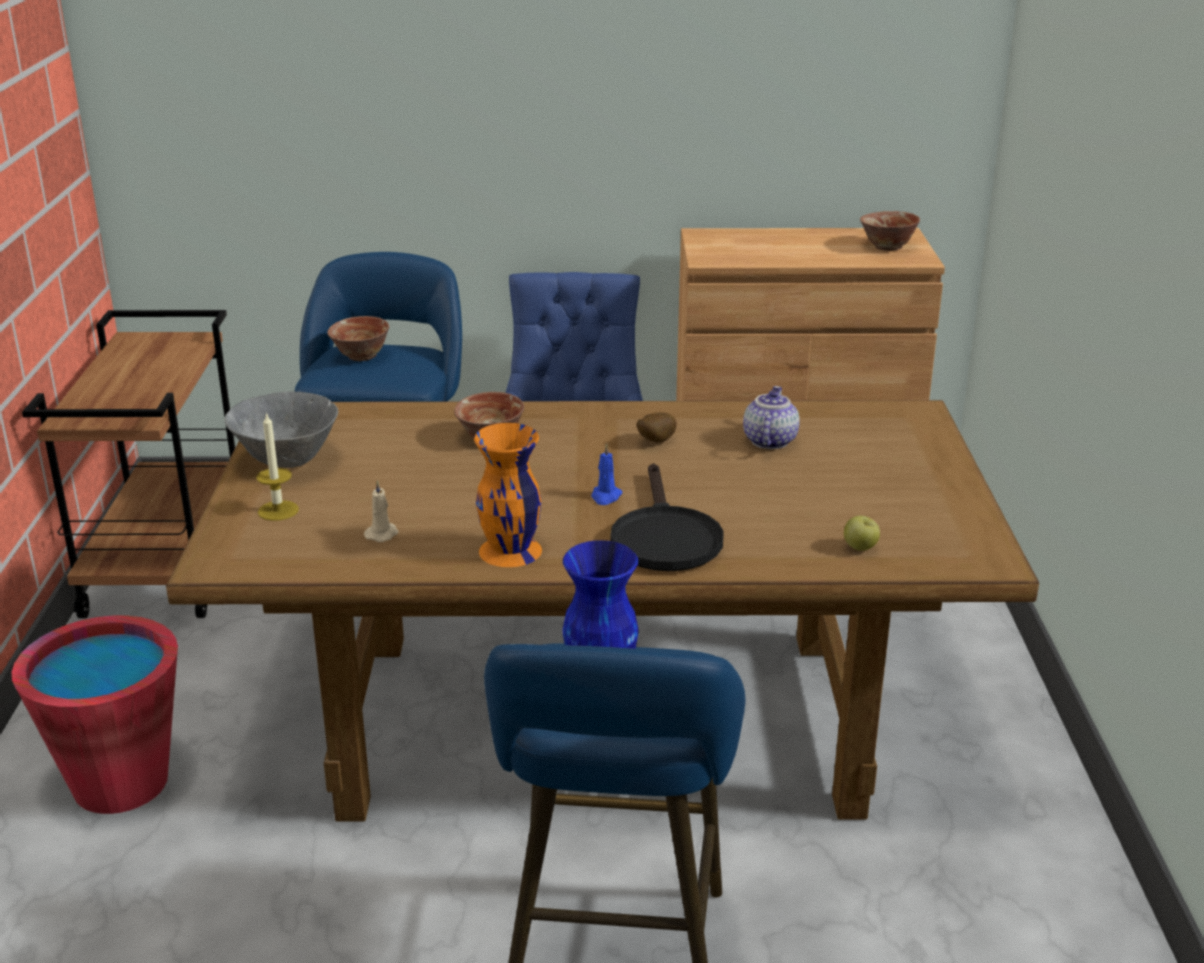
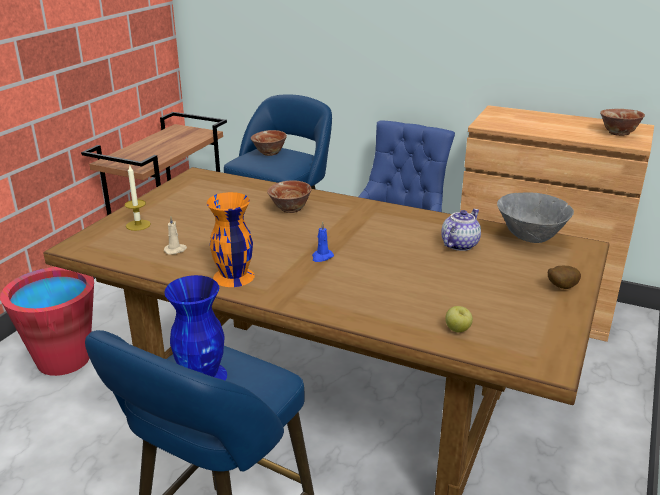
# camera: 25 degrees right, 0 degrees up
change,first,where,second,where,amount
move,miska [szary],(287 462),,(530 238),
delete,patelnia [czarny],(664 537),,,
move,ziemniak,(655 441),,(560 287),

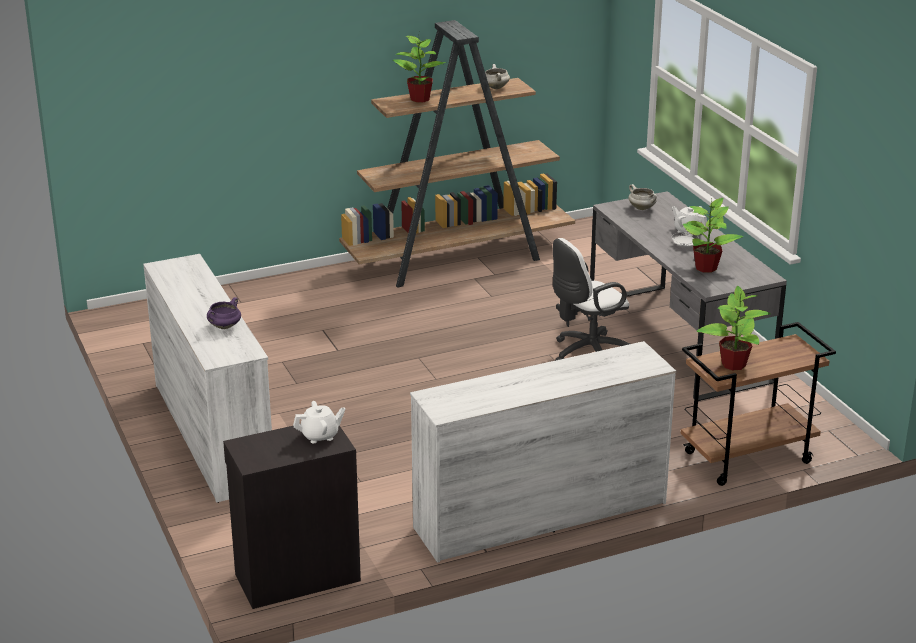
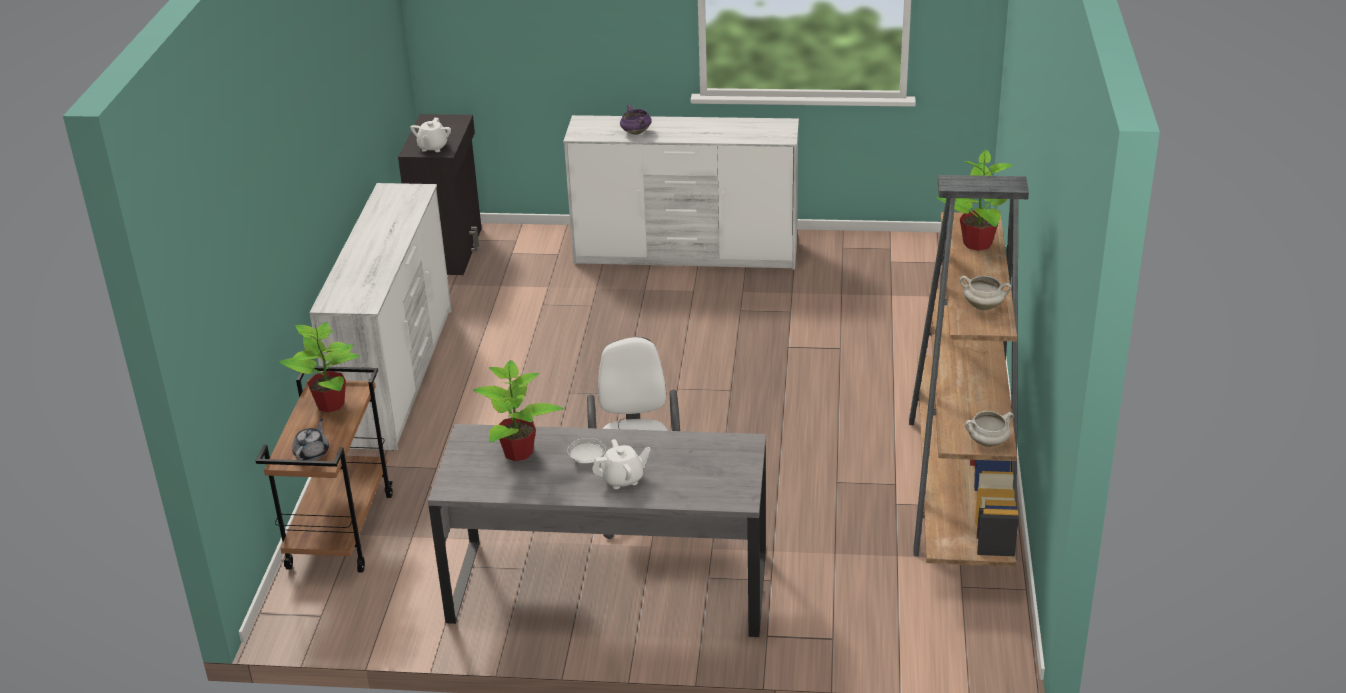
# camera: 120 degrees right, 5 degrees up
change,first,where,second,where,amount
move,garnek [biały],(642 208),,(987 443),
insert,,,imbryk [szary],(312 453),

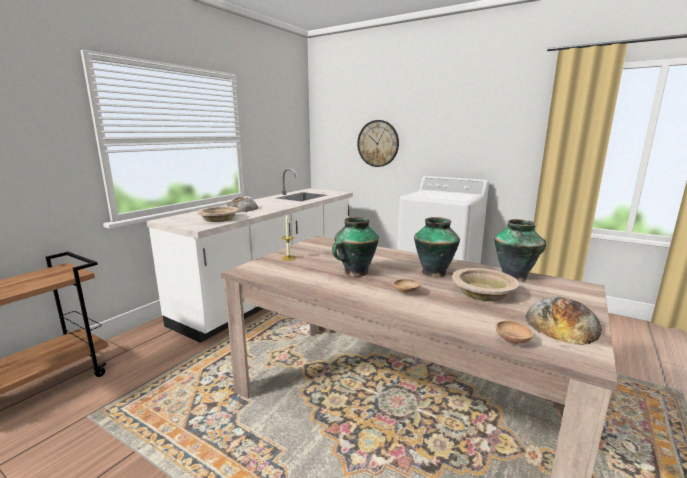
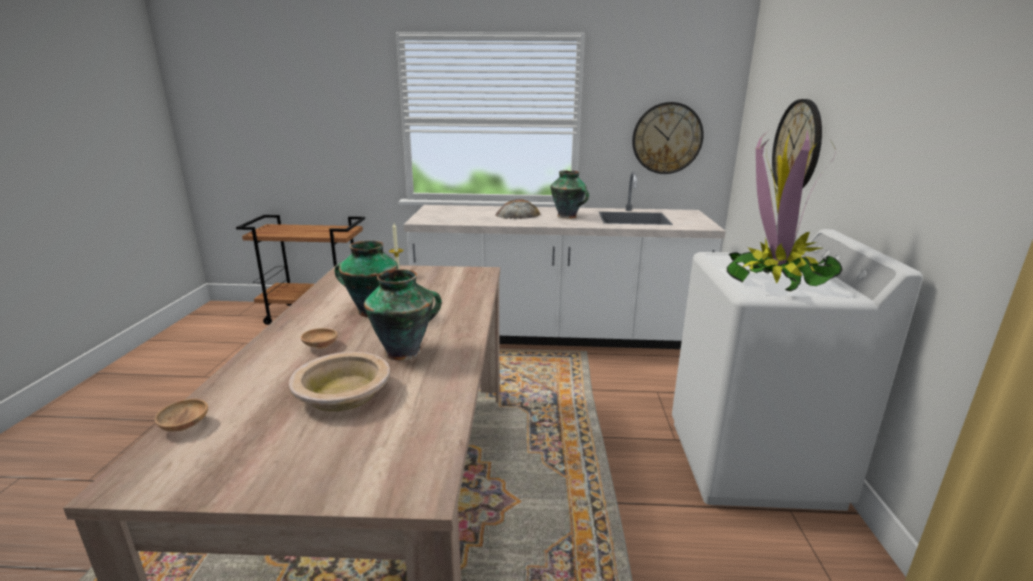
# camera: 60 degrees right, 5 degrees up
change,first,where,second,where,amount
delete,miska [beżowy],(219 219),,,
move,wazon,(515 276),,(568 216),
delete,chleb,(562 323),,,
insert,,,zegar ścienny,(667 138),
insert,,,roślina doniczkowa,(776 278),

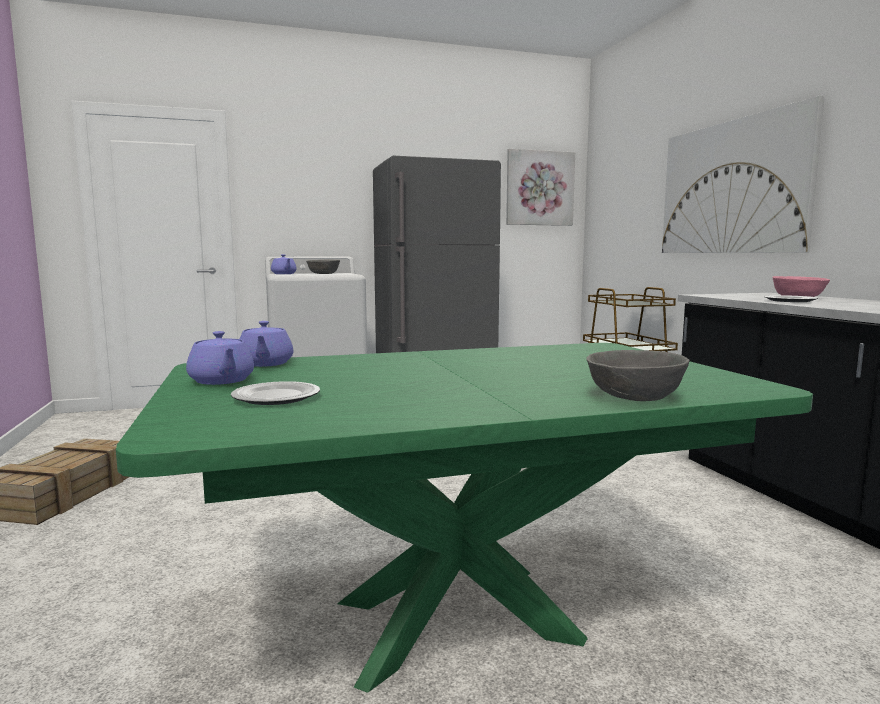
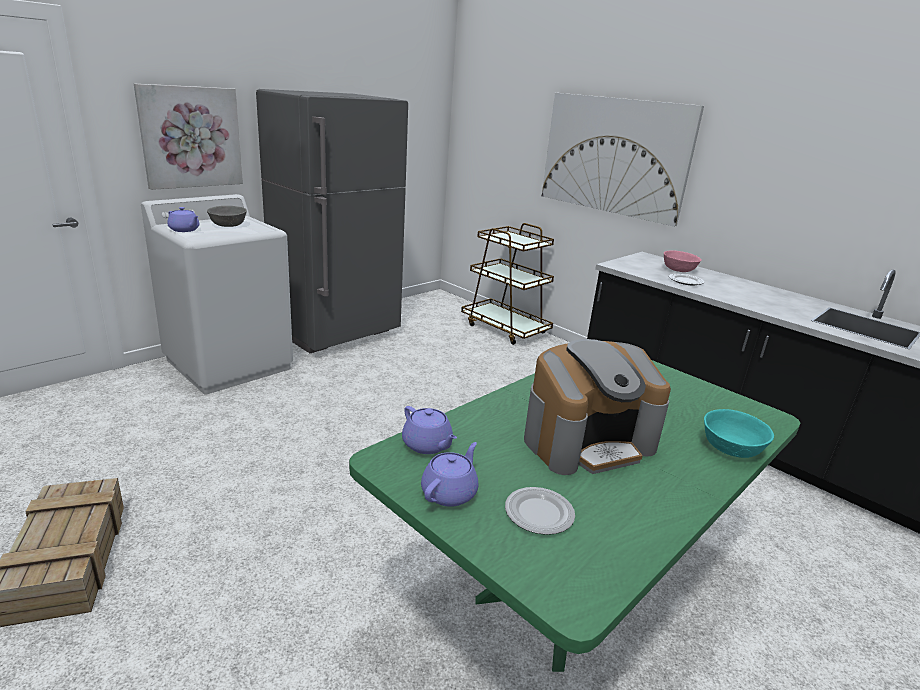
# camera: 30 degrees left, 15 degrees up
change,first,where,second,where,amount
rotate,imbryk [fioletowy],(221 381),,(450 492),90 degrees counterclockwise
move,obraz,(539 188),,(191 137),
recolor,miska [szary],(634 396),miska [turkusowy],(731 448),
insert,,,ekspres do kawy,(587 441),

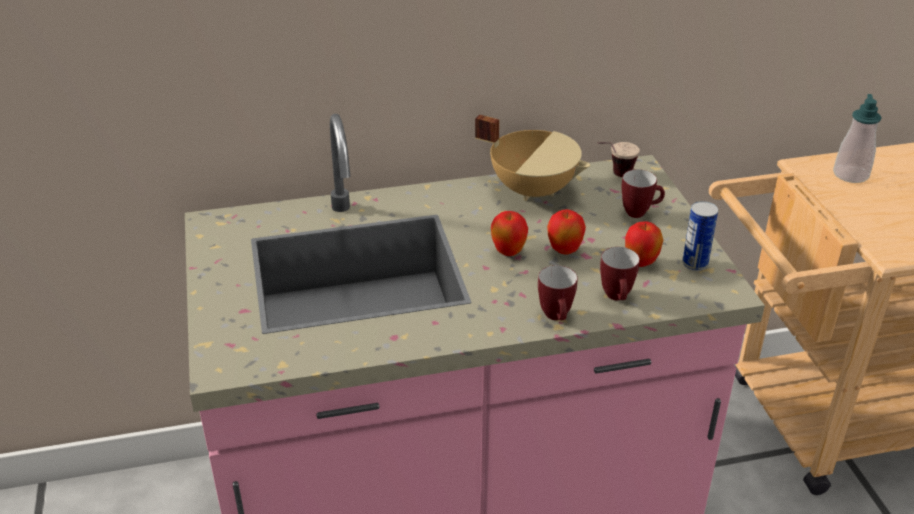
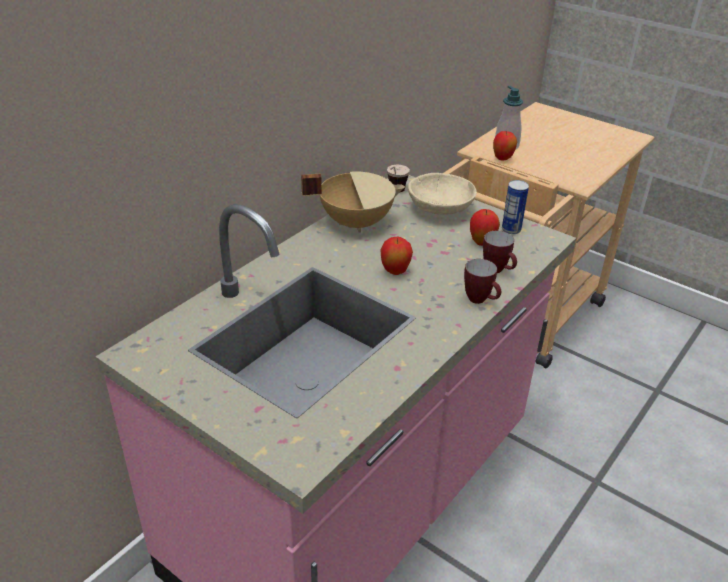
# camera: 40 degrees left, 0 degrees up
change,first,where,second,where,amount
move,jabłko,(564 251),,(502 159),
replace,kubek,(640 212),miska [beżowy],(440 211),

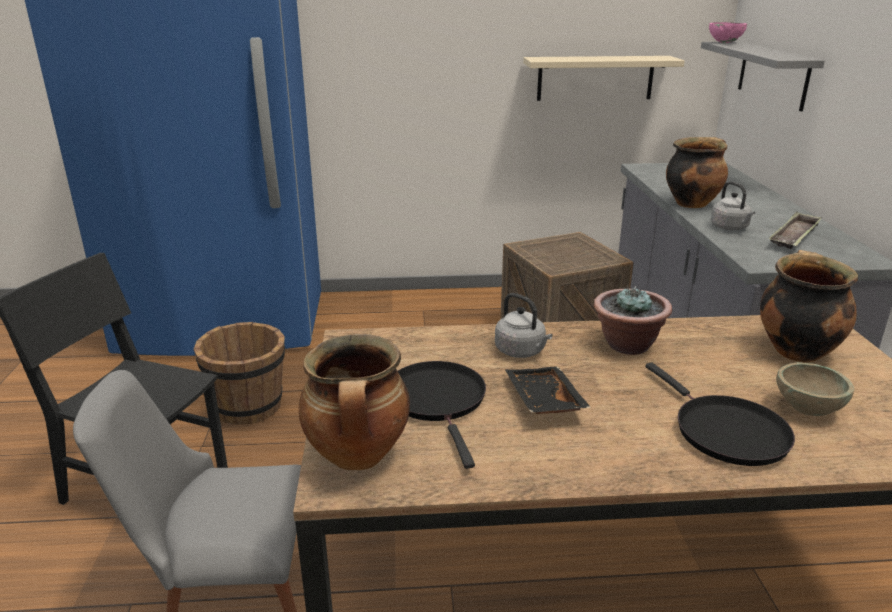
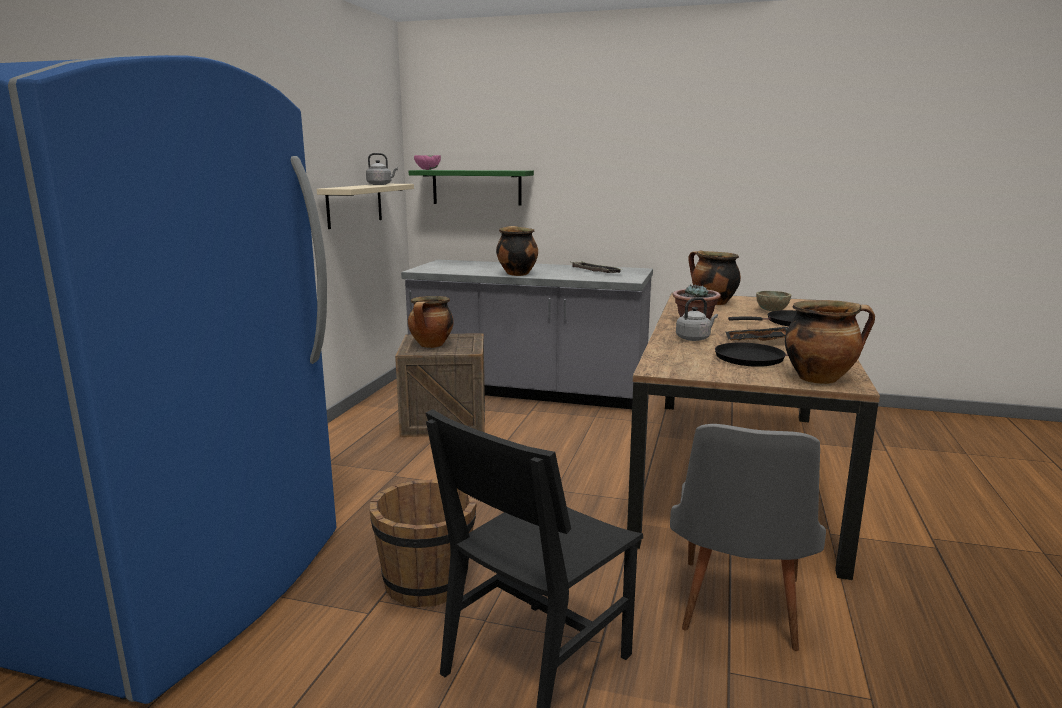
# camera: 70 degrees left, 10 degrees down
change,first,where,second,where,amount
recolor,półka [szary],(773 74),półka [zielony],(476 187),
move,czajnik [szary],(730 228),,(380 184),
insert,,,garnek,(431 346),

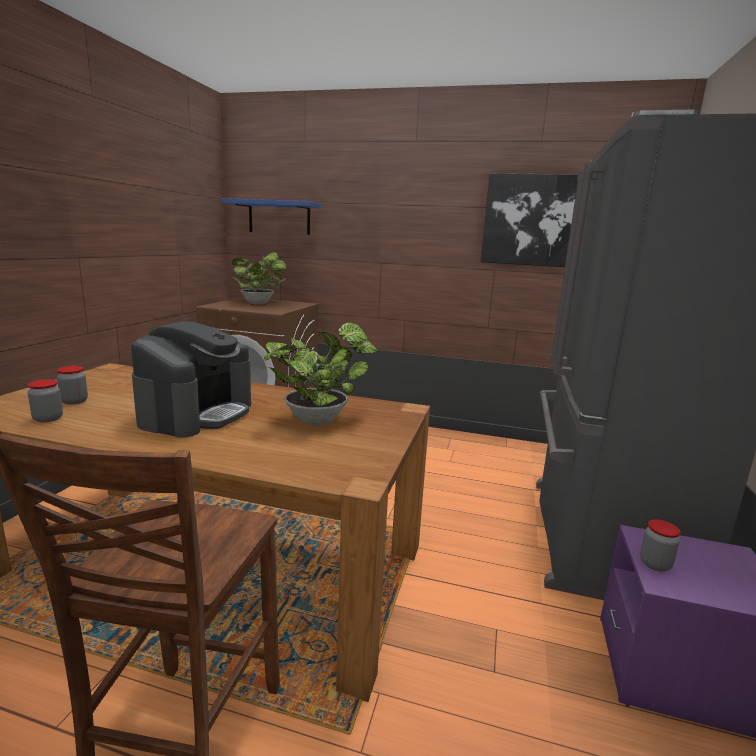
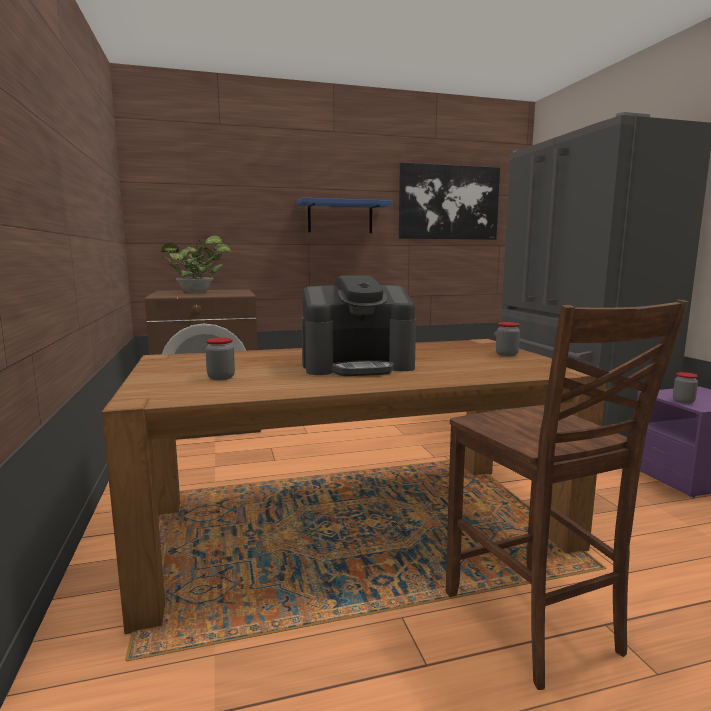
# camera: 30 degrees left, 5 degrees down
change,first,where,second,where,amount
move,słoik,(48 418),,(506 354),
rotate,ekspres do kawy,(197 414),,(358 365),90 degrees clockwise
move,półka [niebieski],(279 218),,(340 217),
delete,roślina doniczkowa,(320 419),,,

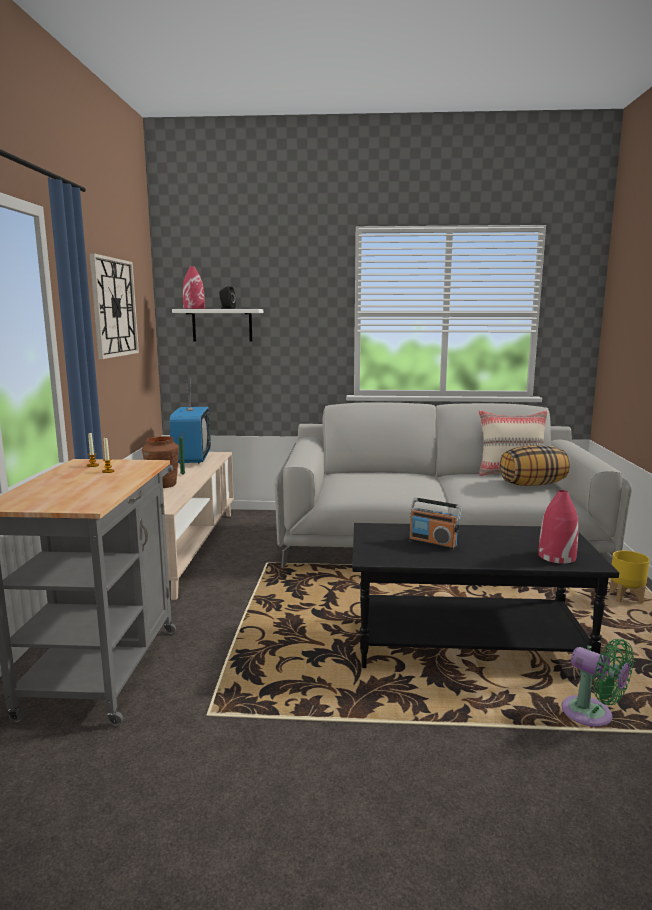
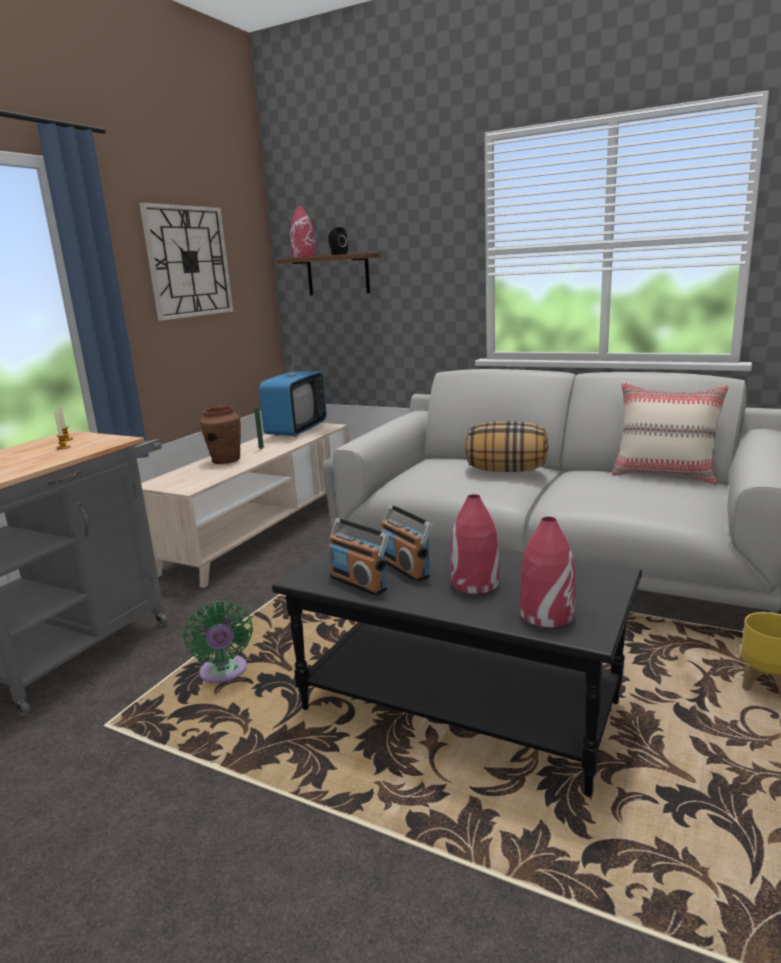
# camera: 25 degrees right, 5 degrees up
change,first,where,second,where,amount
recolor,półka [biały],(222 325),półka [brązowy],(338 275),
move,poduszka,(532 484),,(506 470),
move,wentylator [zielony],(592 715),,(224 674),
insert,,,radio,(359 583),
insert,,,wazon [czerwony],(474 583),

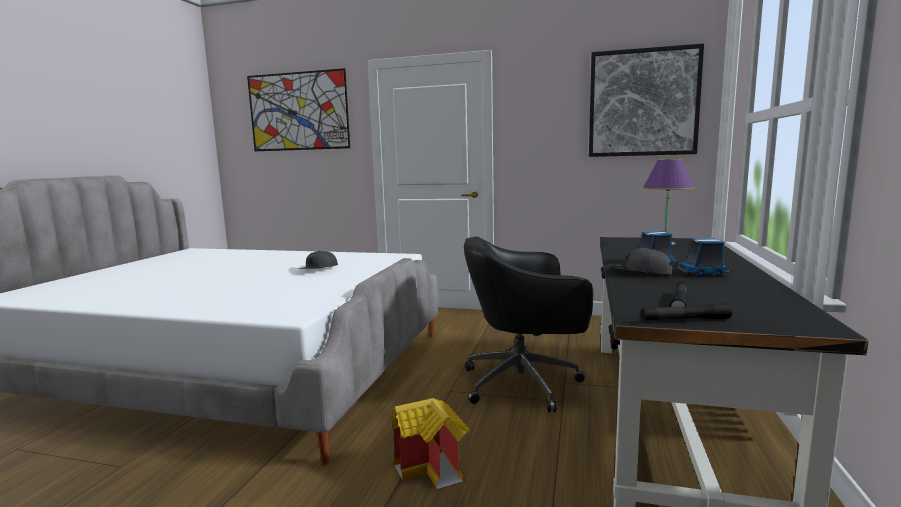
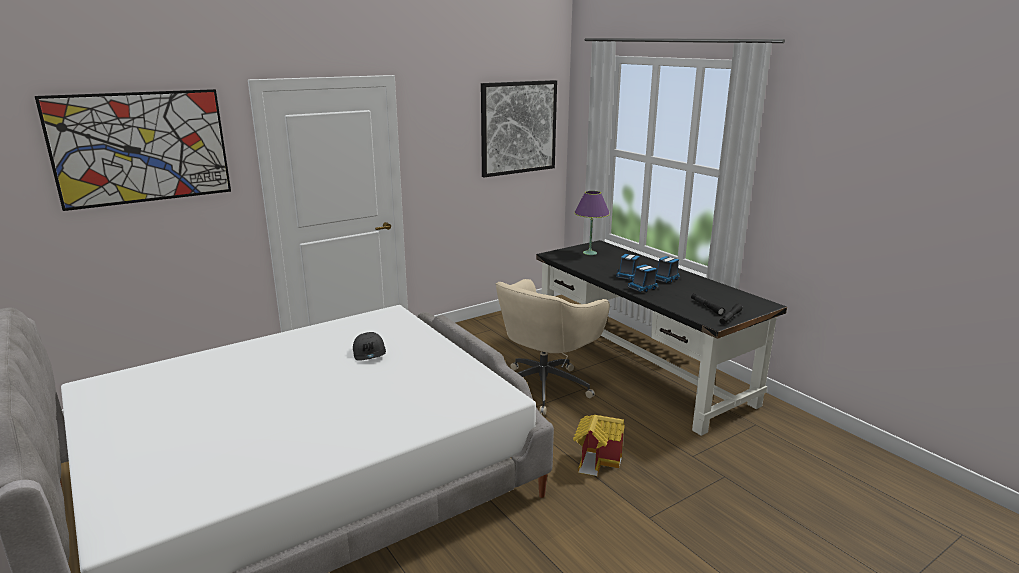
# camera: 50 degrees left, 10 degrees up
change,first,where,second,where,amount
recolor,krzesło biurowe [czarny],(524 383),krzesło biurowe [beżowy],(545 386),
replace,czapka z daszkiem [szary],(639 272),ciężarówka zabawkowa,(643 288),

